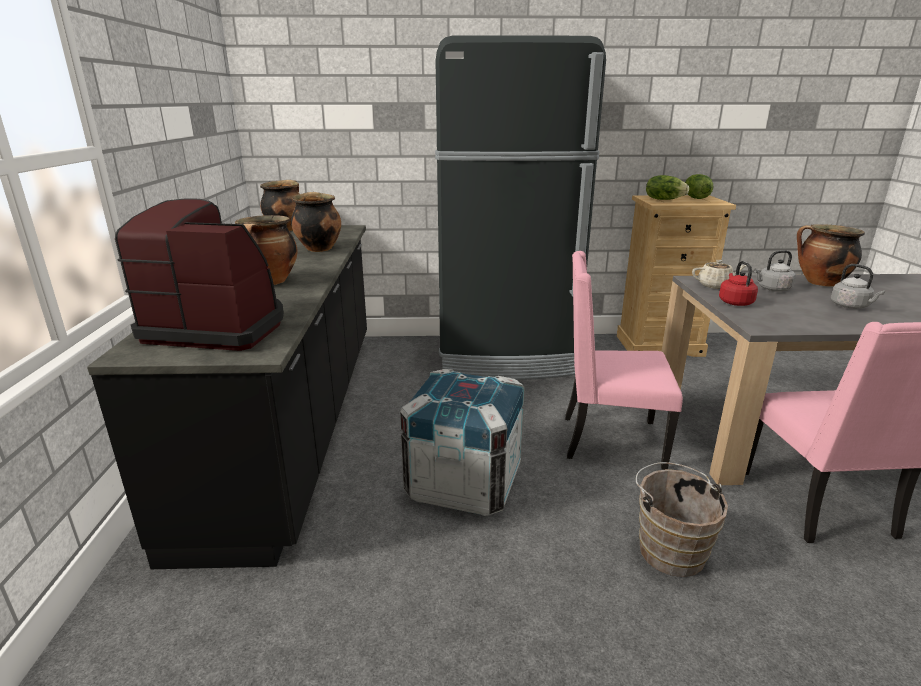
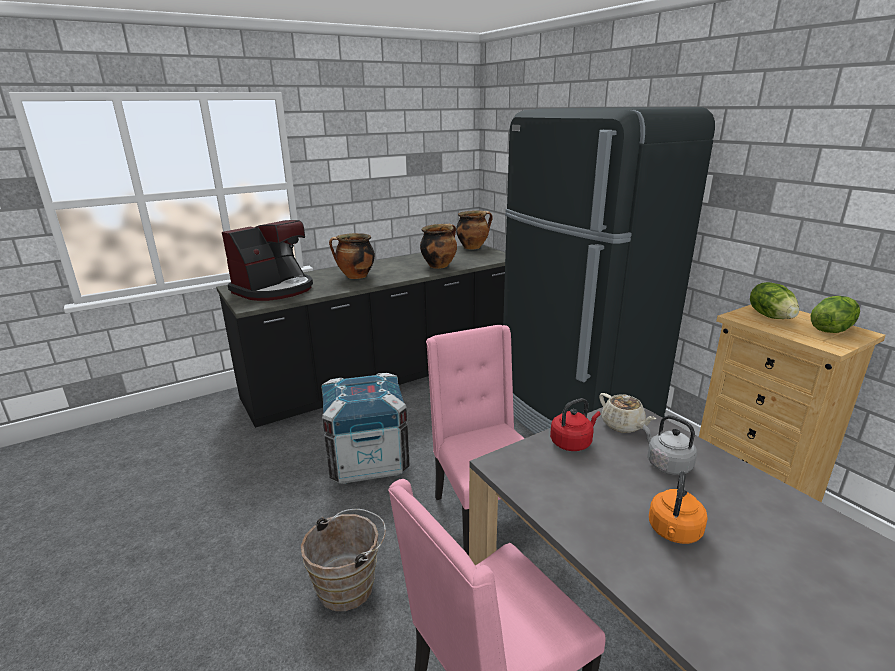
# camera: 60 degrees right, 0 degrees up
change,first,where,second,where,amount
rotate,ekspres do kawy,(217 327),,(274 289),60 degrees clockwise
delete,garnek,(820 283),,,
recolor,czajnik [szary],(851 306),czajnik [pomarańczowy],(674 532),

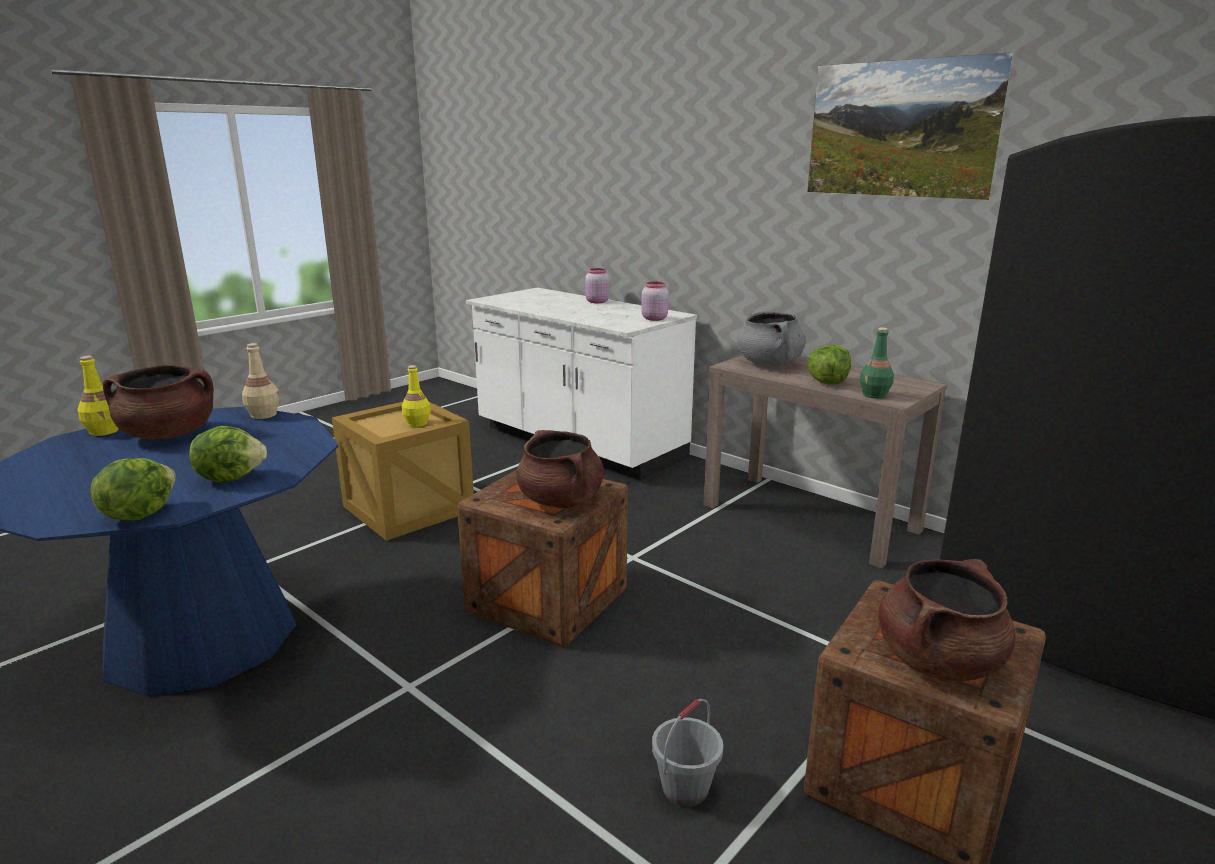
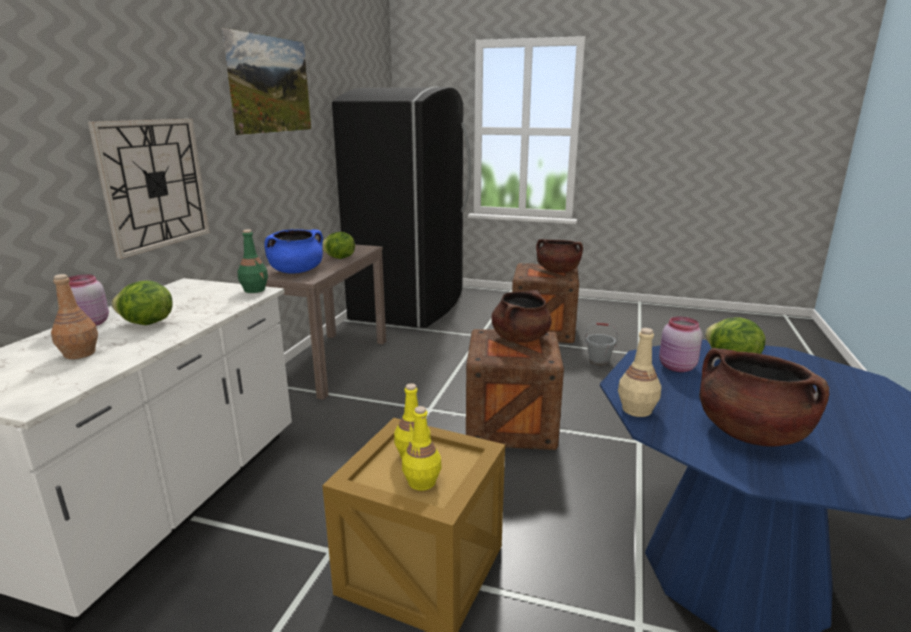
# camera: 115 degrees left, 0 degrees up
change,first,where,second,where,amount
move,butelka [żółty],(104 431),,(421 482),
move,sałata,(138 514),,(146 323),
move,słoik [różowy],(654 318),,(676 367),
recolor,garnek [szary],(769 364),garnek [niebieski],(296 271),
move,butelka [zielony],(874 395),,(255 290),
insert,,,butelka [brązowy],(80 354),
insert,,,zegar ścienny,(154 184),

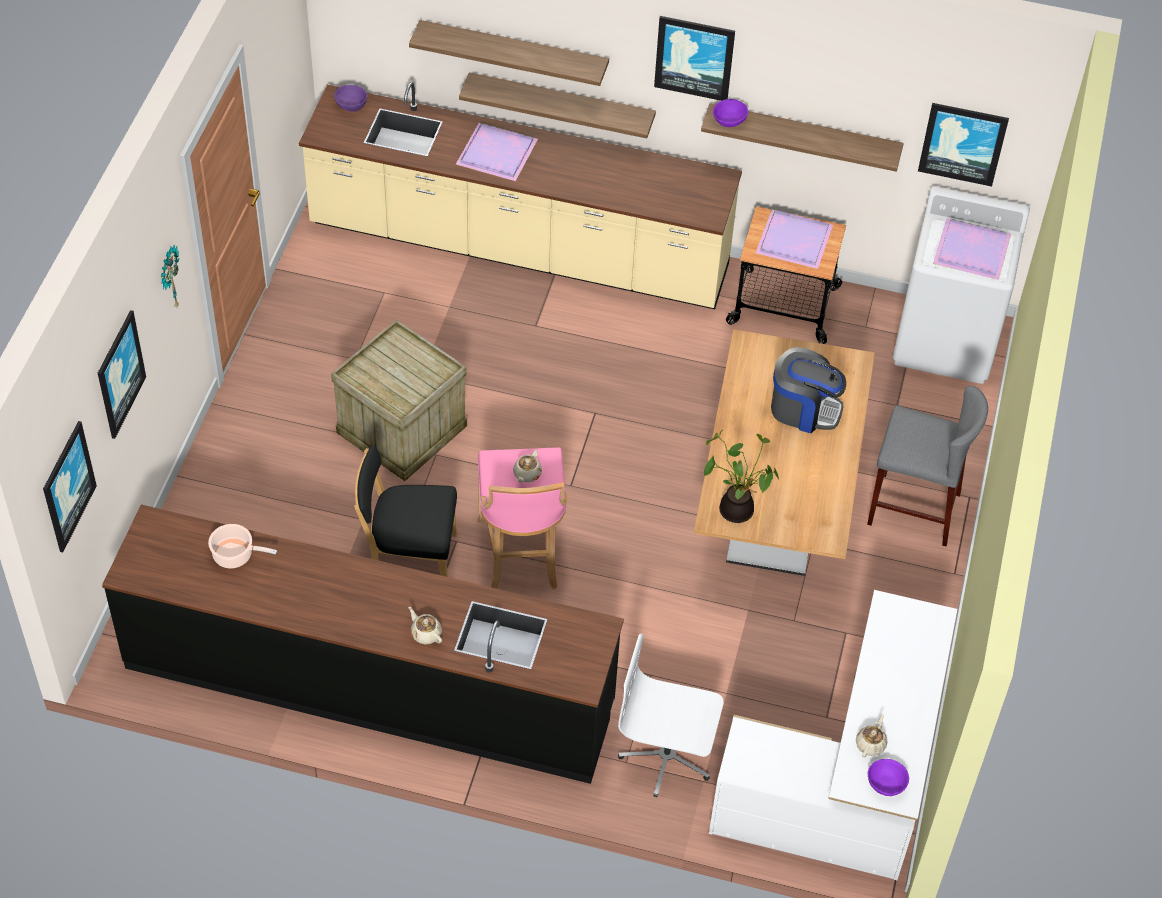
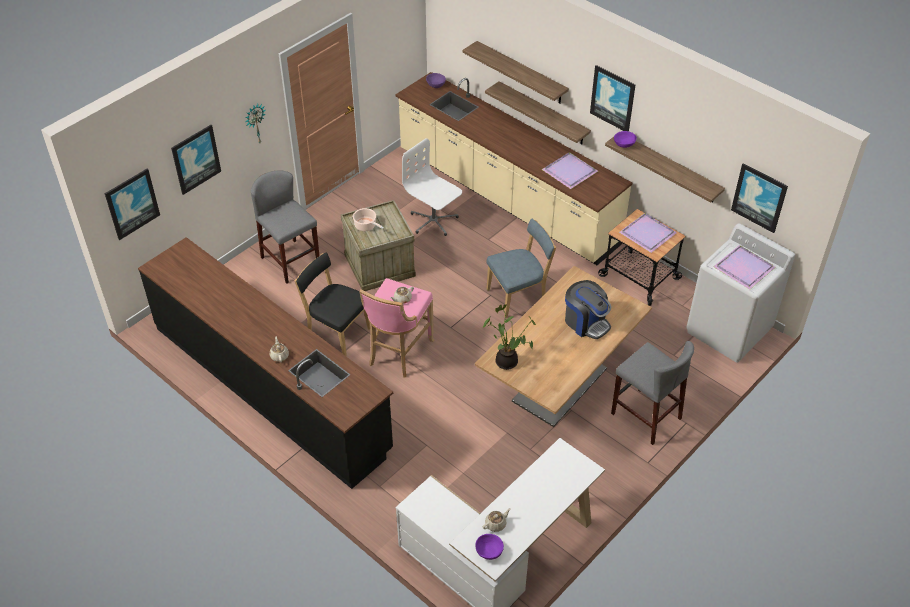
# camera: 30 degrees right, 5 degrees down
change,first,where,second,where,amount
move,garnek,(235 555),,(366 226),
move,taca [fioletowy],(495 154),,(568 171),
move,krzesło biurowe [biały],(666 757),,(433 221),
insert,,,stołek [szary],(290 261),
insert,,,krzesło [niebieski],(518 296),

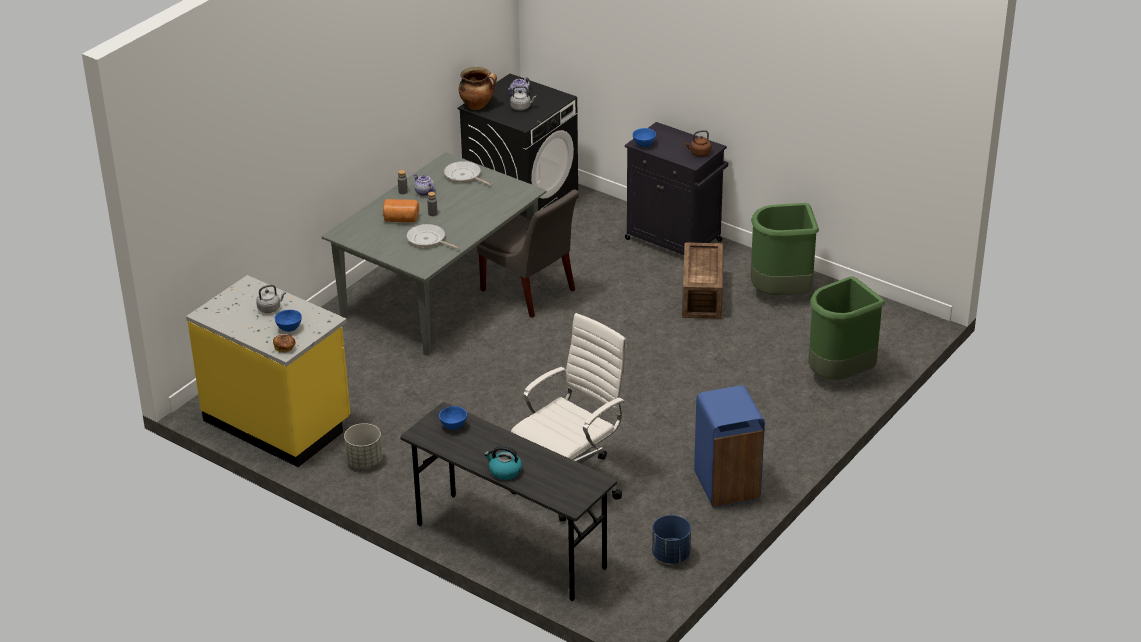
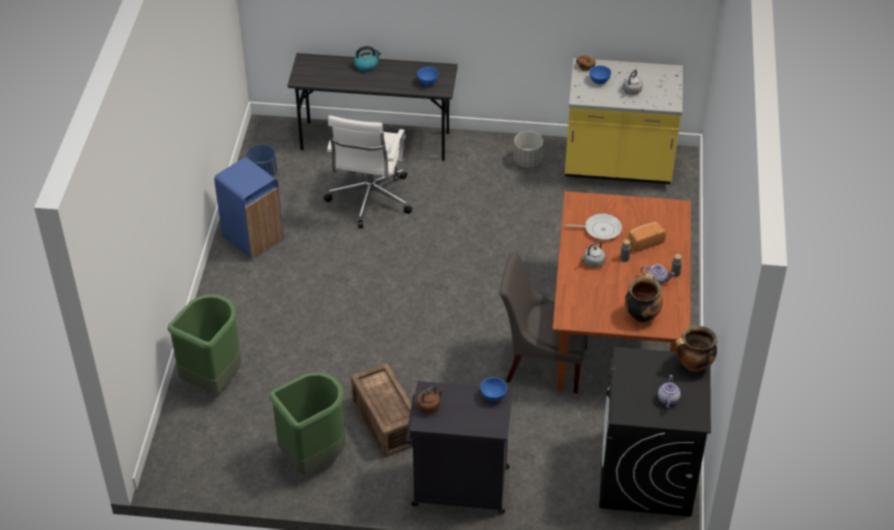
# camera: 150 degrees right, 10 degrees up
change,first,where,second,where,amount
recolor,stół jadalny [szary],(440 294),stół jadalny [brązowy],(616 328),
replace,patelnia,(464 176),garnek,(641 314),
move,czajnik [szary],(521 107),,(592 262),

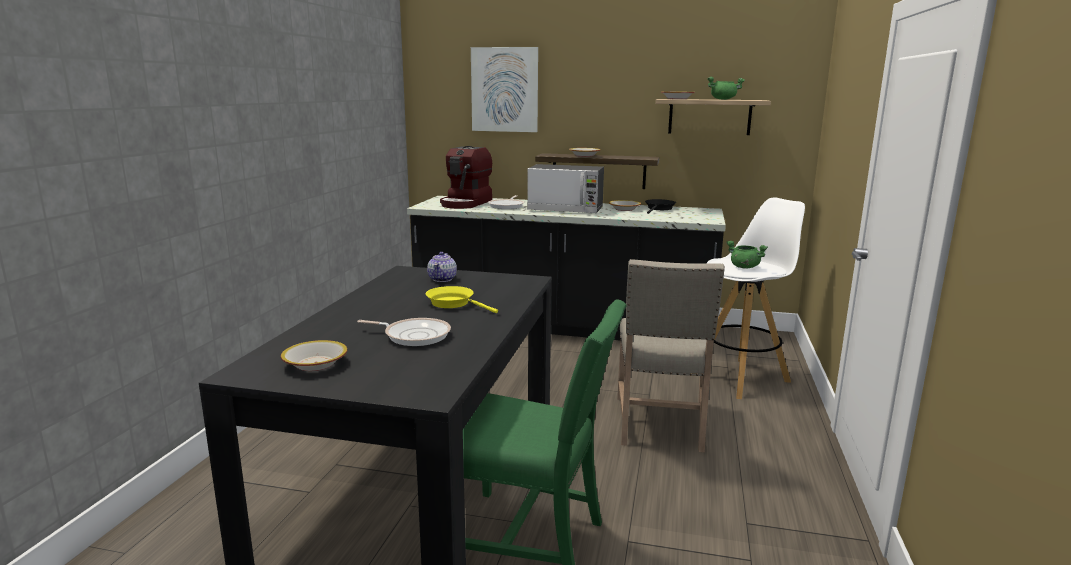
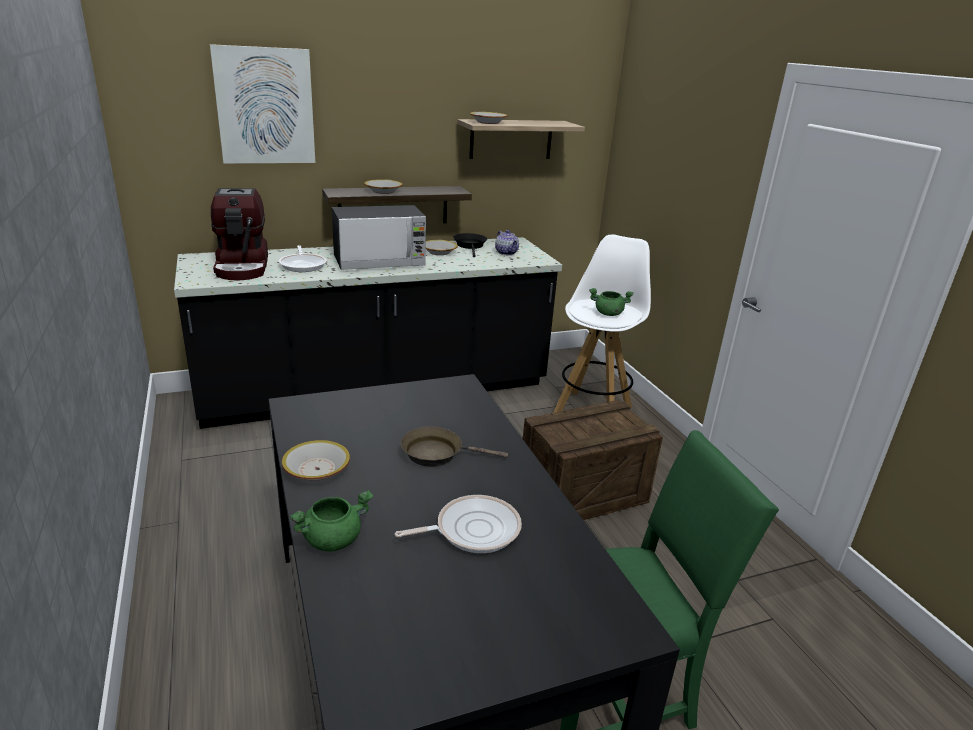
# camera: 35 degrees left, 10 degrees up
change,first,where,second,where,amount
move,miska,(315 364),,(317 470),
recolor,patelnia [żółty],(454 303),patelnia [brązowy],(437 453),
move,imbryk,(442 279),,(506 252),
replace,krzesło [beżowy],(661 424),skrzynka,(582 494),
move,garnek [zielony],(723 99),,(333 539),

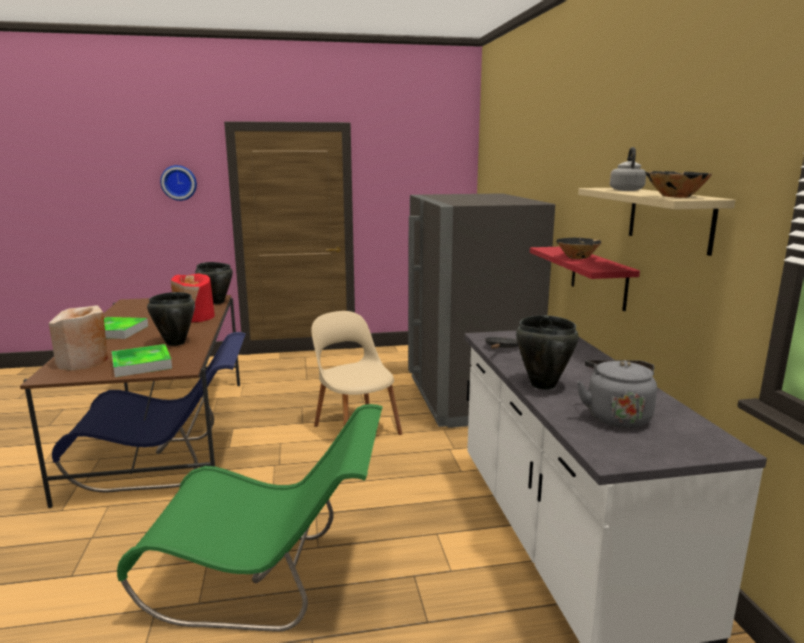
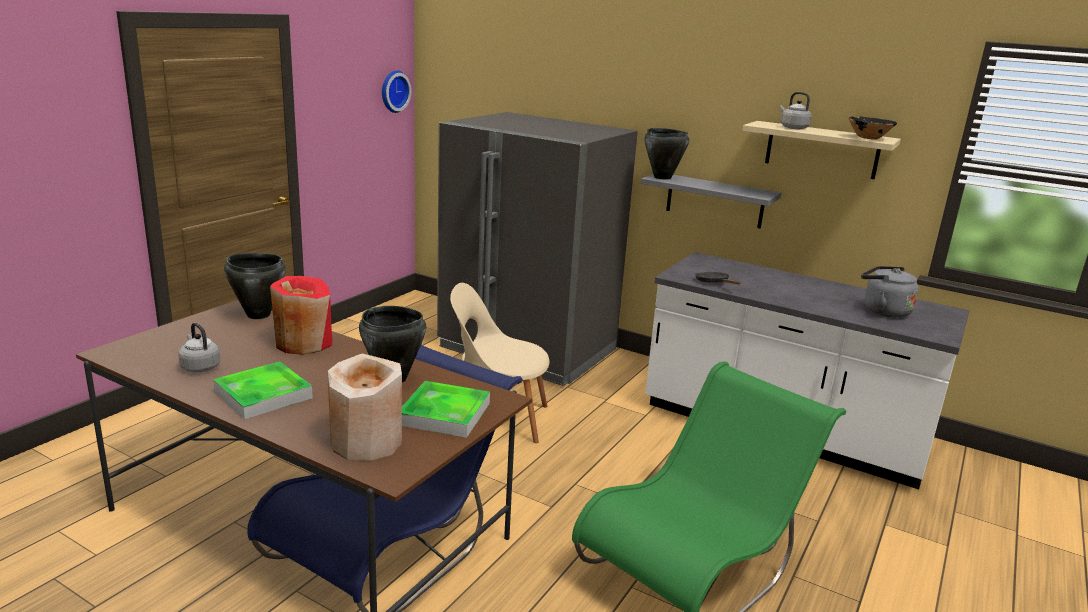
# camera: 50 degrees left, 5 degrees up
change,first,where,second,where,amount
move,zegar ścienny,(179 182),,(393 91),
move,garnek [czarny],(542 385),,(662 177),
recolor,półka [czerwony],(598 277),półka [szary],(714 200),
delete,miska [czarny],(577 258),,,
insert,,,czajnik [szary],(199 366),

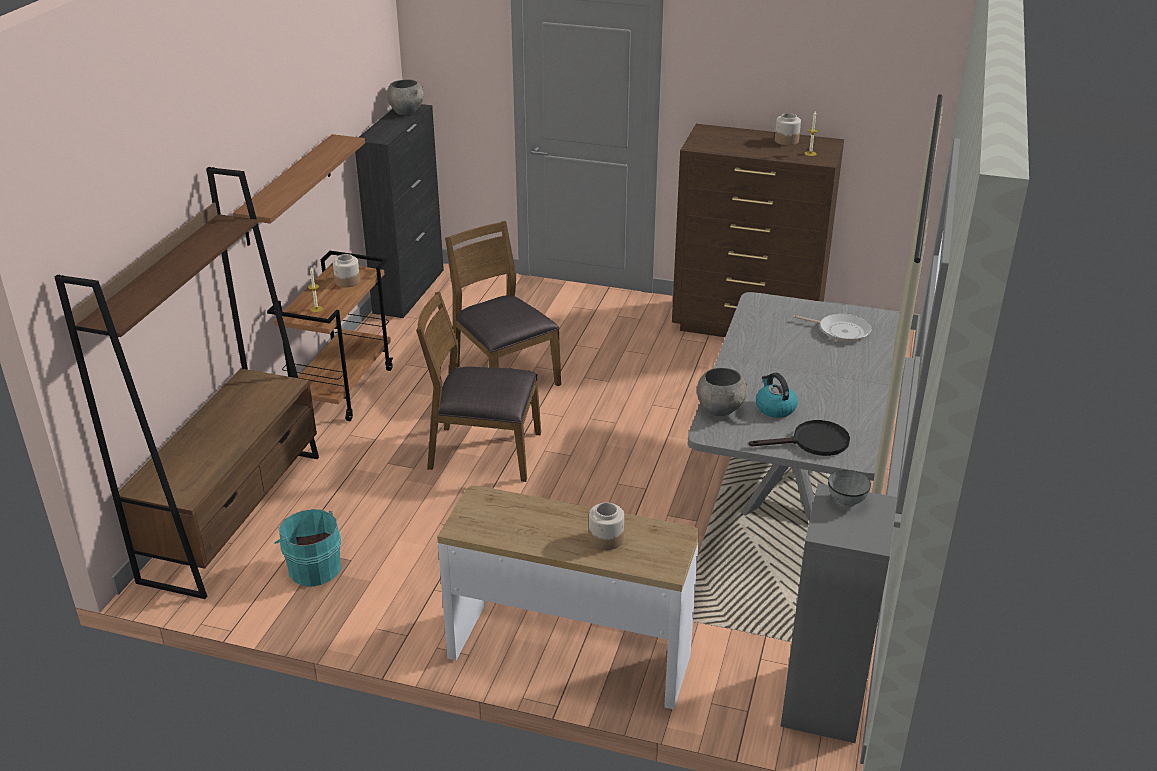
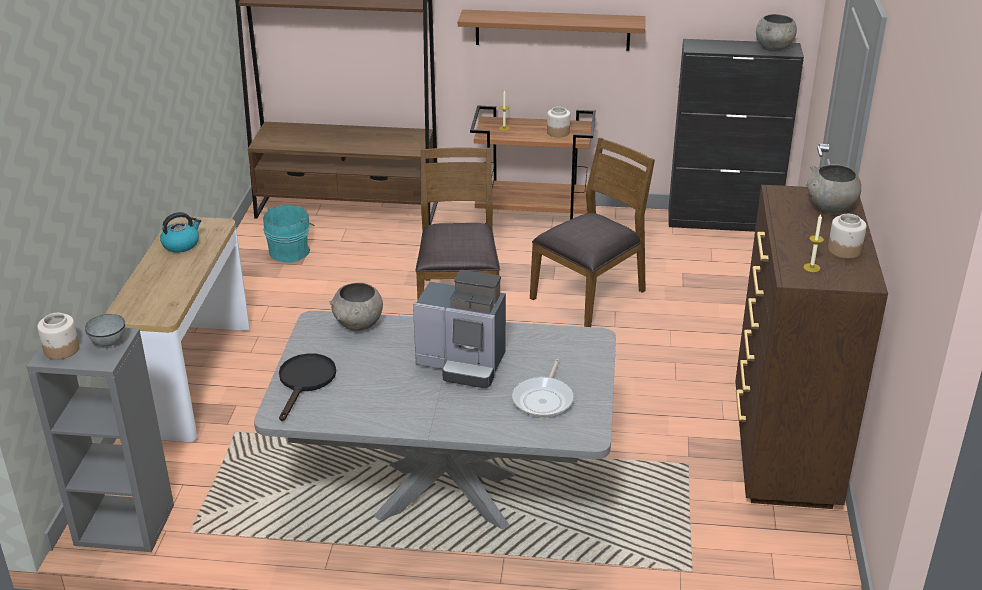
# camera: 80 degrees right, 0 degrees up
change,first,where,second,where,amount
move,słoik,(606 539),,(61 350),
rotate,patelnia [czarny],(812 442),,(305 381),150 degrees counterclockwise
move,czajnik,(774 408),,(181 244),
insert,,,ekspres do kawy,(463 364),
insert,,,miska [szary],(830 208),

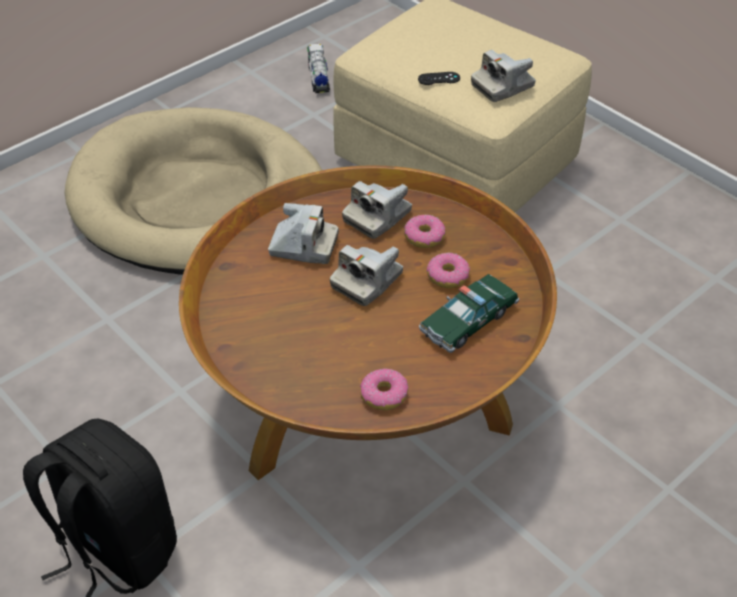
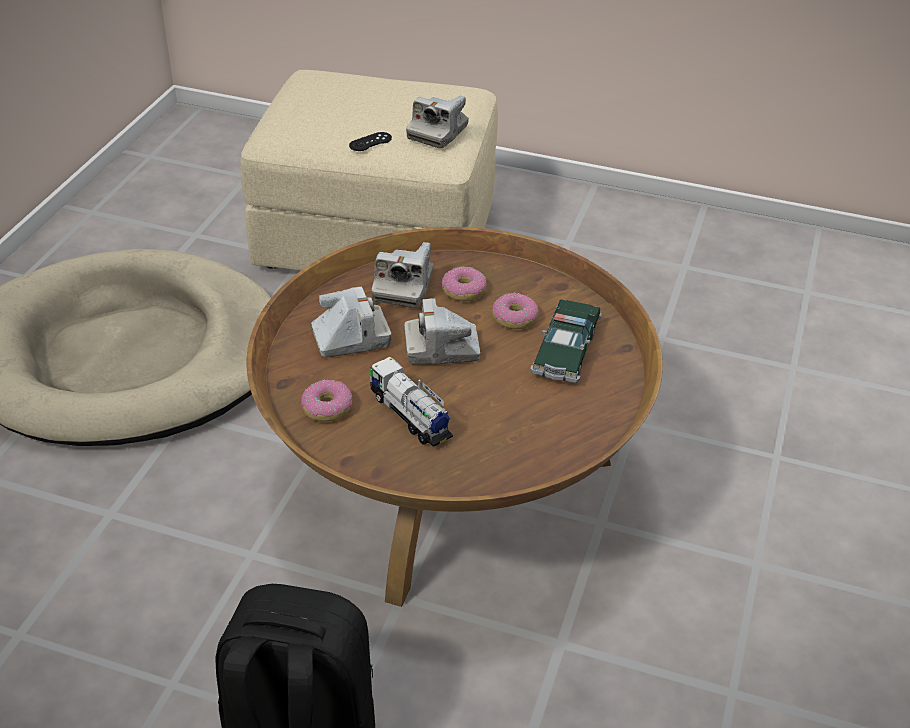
# camera: 30 degrees left, 5 degrees down
change,first,where,second,where,amount
move,ciężarówka zabawkowa,(318 78),,(410 416),
rotate,aparat fotograficzny,(367 281),,(441 348),75 degrees clockwise
move,donut,(384 395),,(327 407),

